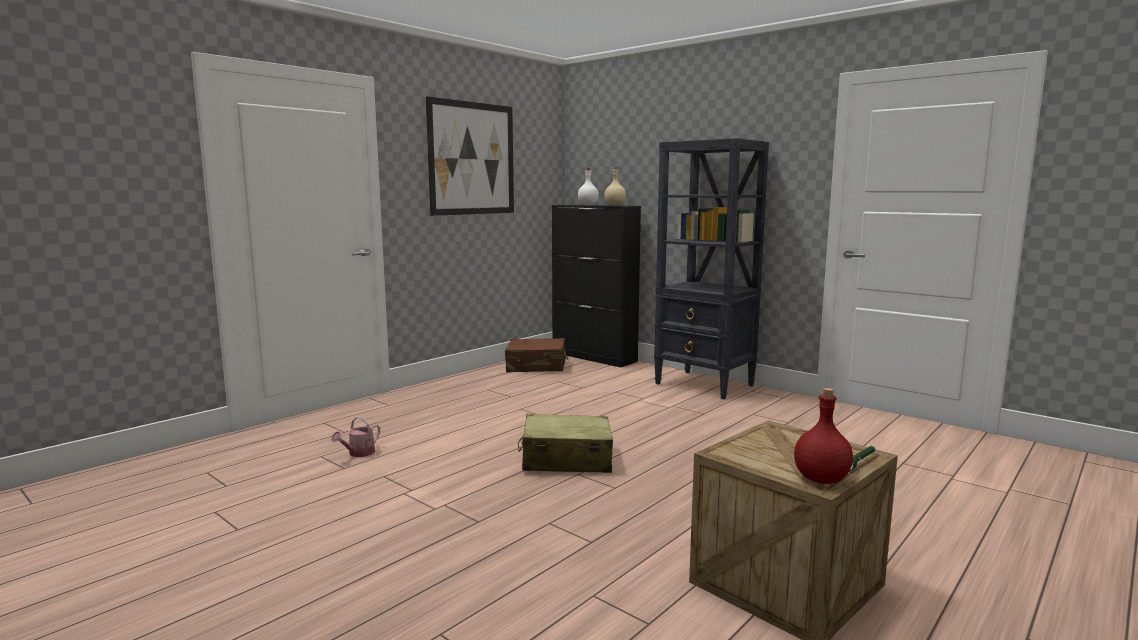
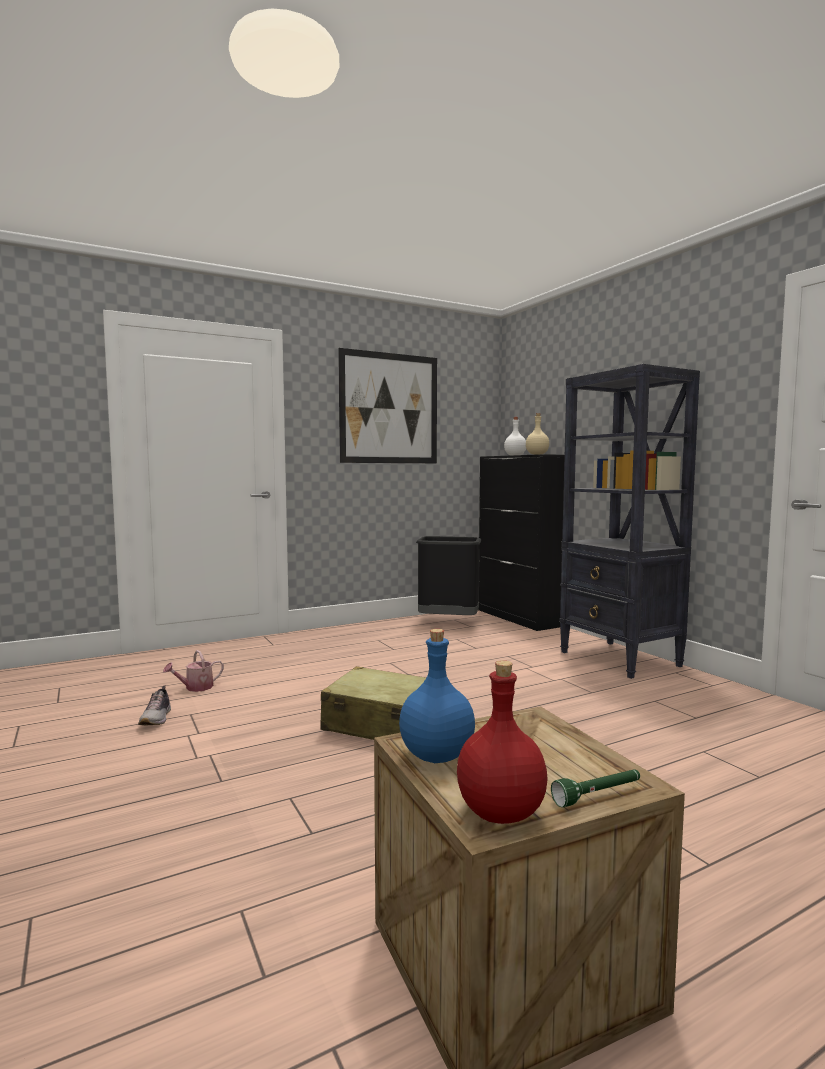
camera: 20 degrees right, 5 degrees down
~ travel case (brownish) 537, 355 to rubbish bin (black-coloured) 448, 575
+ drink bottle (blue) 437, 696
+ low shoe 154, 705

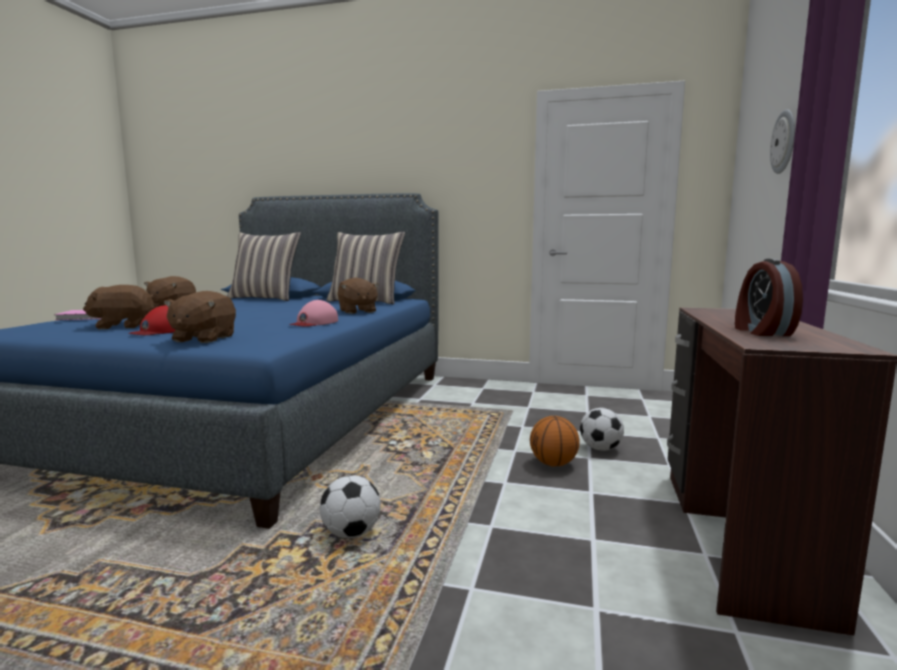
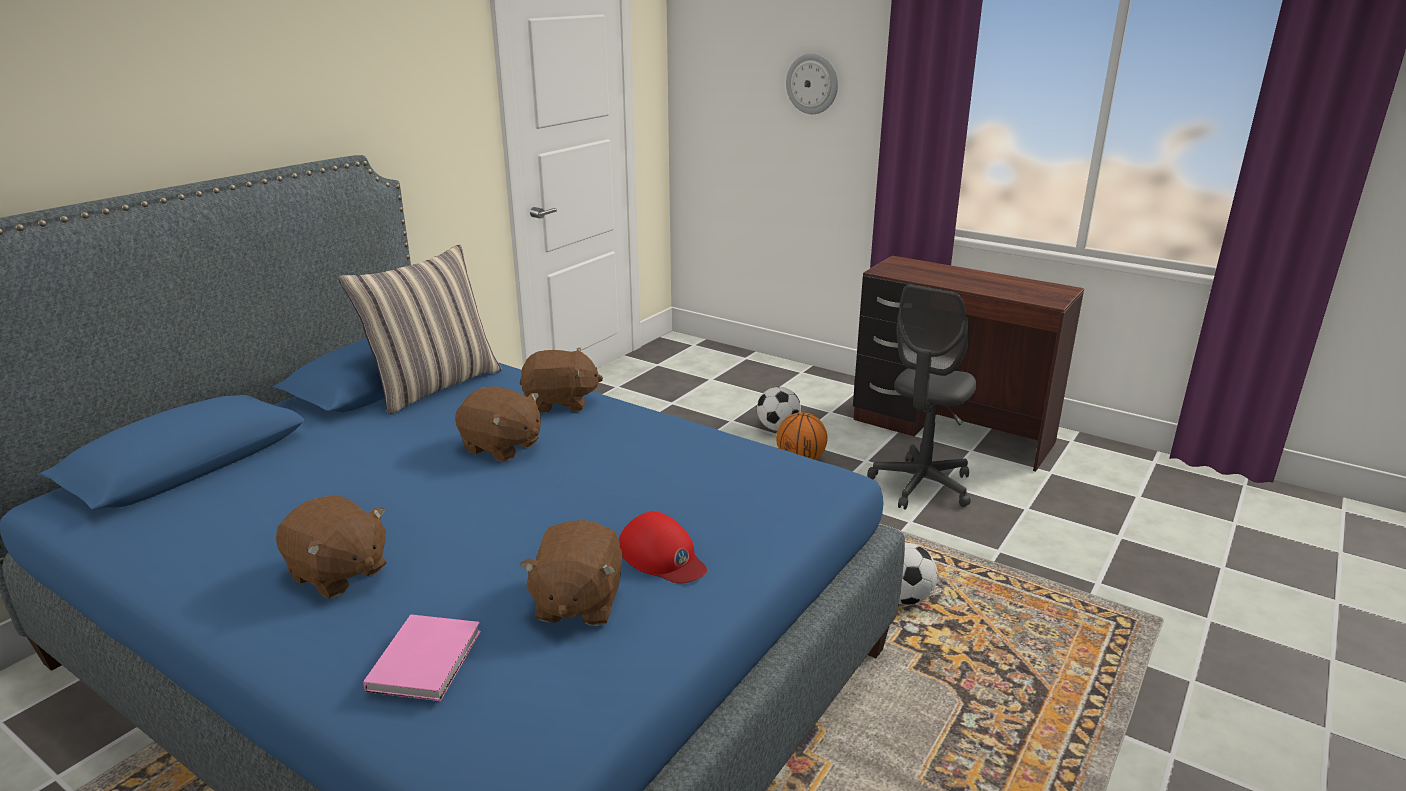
camera: 70 degrees left, 15 degrees up
- pillow 264, 266
- bedside clock 769, 297
~ plush toy (brownish) 200, 317 to 498, 424
- peaked cap (pink) 314, 313
+ desk chair (grey) 921, 397

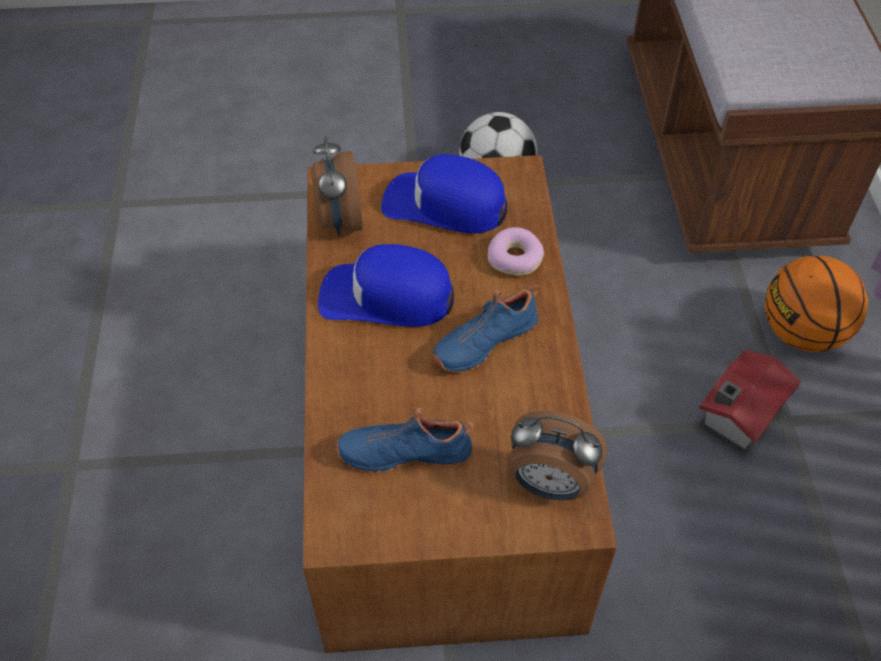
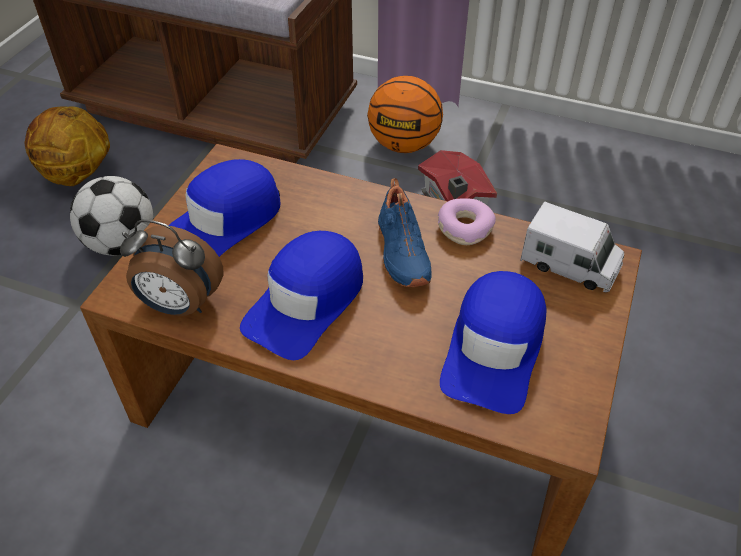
camera: 65 degrees left, 5 degrees down
~ doughnut 516, 251 to 467, 221
~ low shoe (blue) 405, 440 to peaked cap (blue) 493, 342
~ bedside clock 558, 455 to toy truck 572, 247
+ basketball ball 67, 146

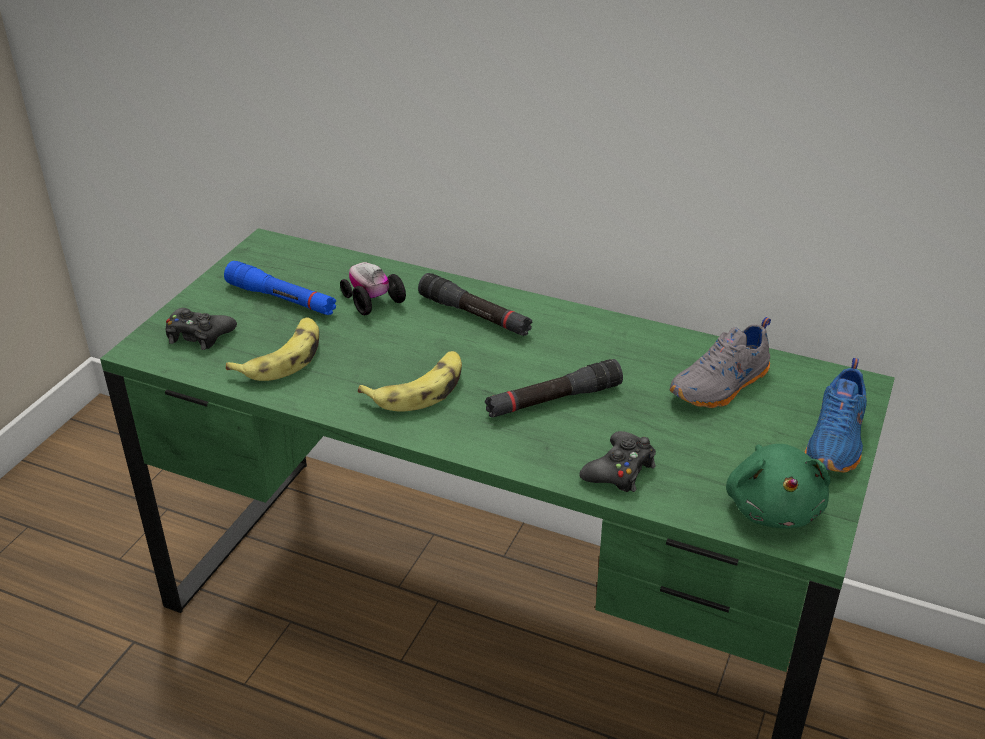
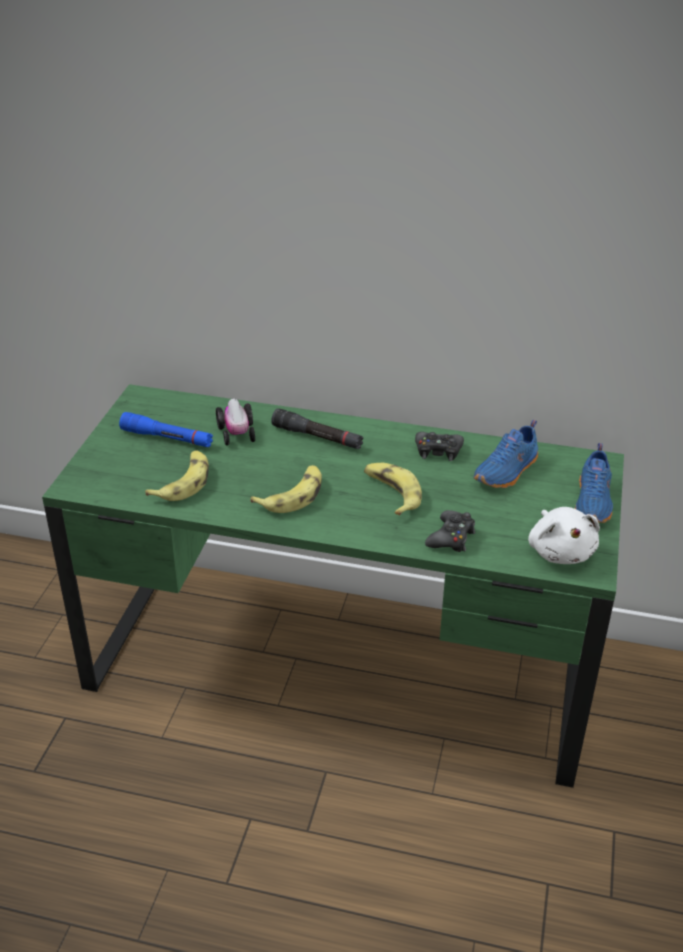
camera: 10 degrees left, 0 degrees up
~ model car 373, 289 = 235, 422 150 degrees counterclockwise
~ gamepad (black-coloured) 201, 329 to 439, 446
~ low shoe (grey) 720, 362 to low shoe (blue) 506, 454
~ torch (black-coloured) 554, 388 to banana 393, 489
~ plush toy (green) 778, 486 to plush toy (white) 564, 535

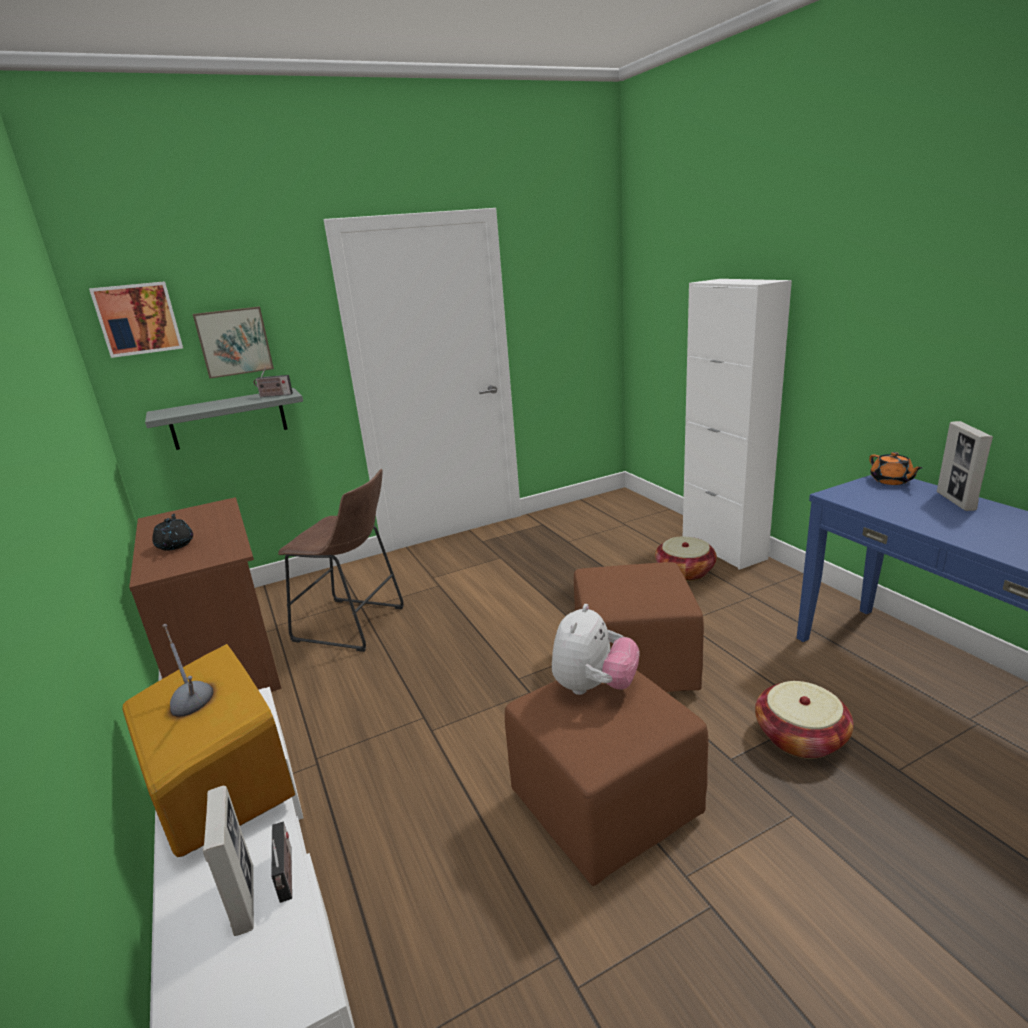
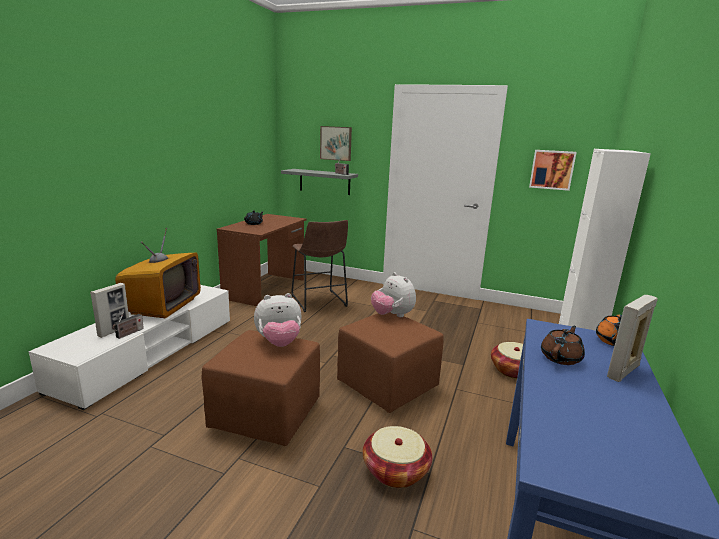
camera: 45 degrees right, 5 degrees down
~ wall picture 136, 319 to 553, 170
+ plush toy 393, 294
+ teapot (brownish) 563, 345

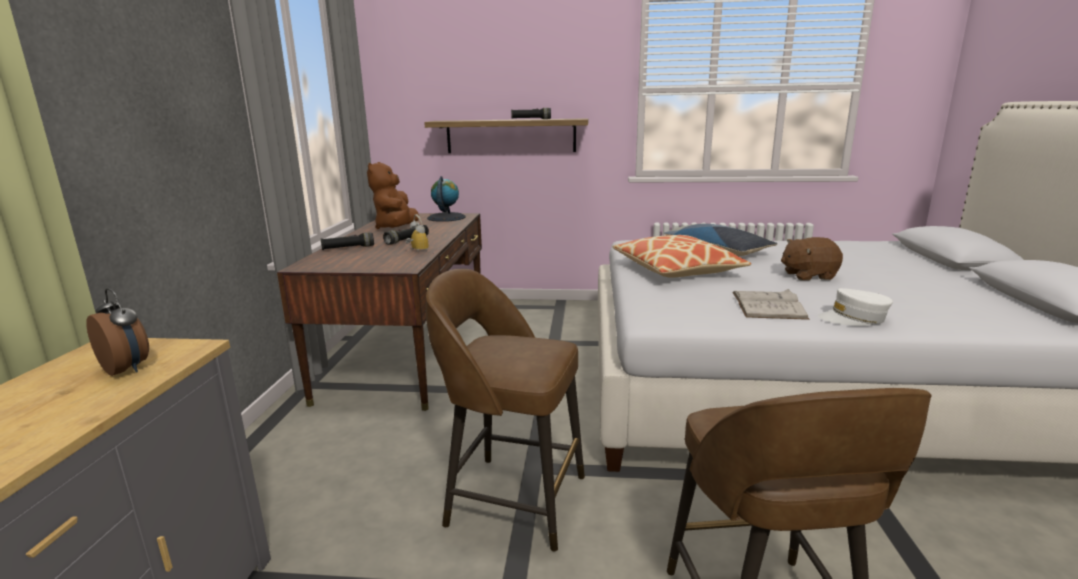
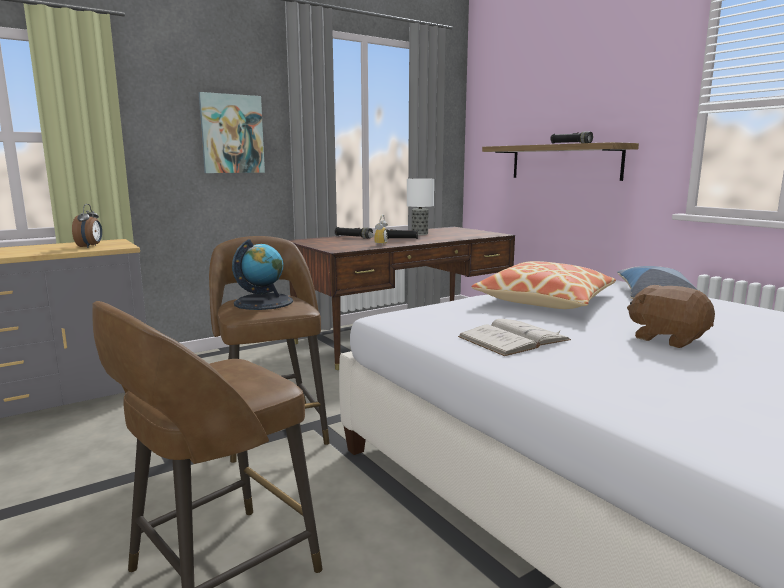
camera: 50 degrees right, 5 degrees down
~ plush toy (brownish) 393, 195 to table lamp 420, 206
~ world globe 446, 199 to 262, 274
- peaked cap (white) 855, 307
+ wall picture 232, 132

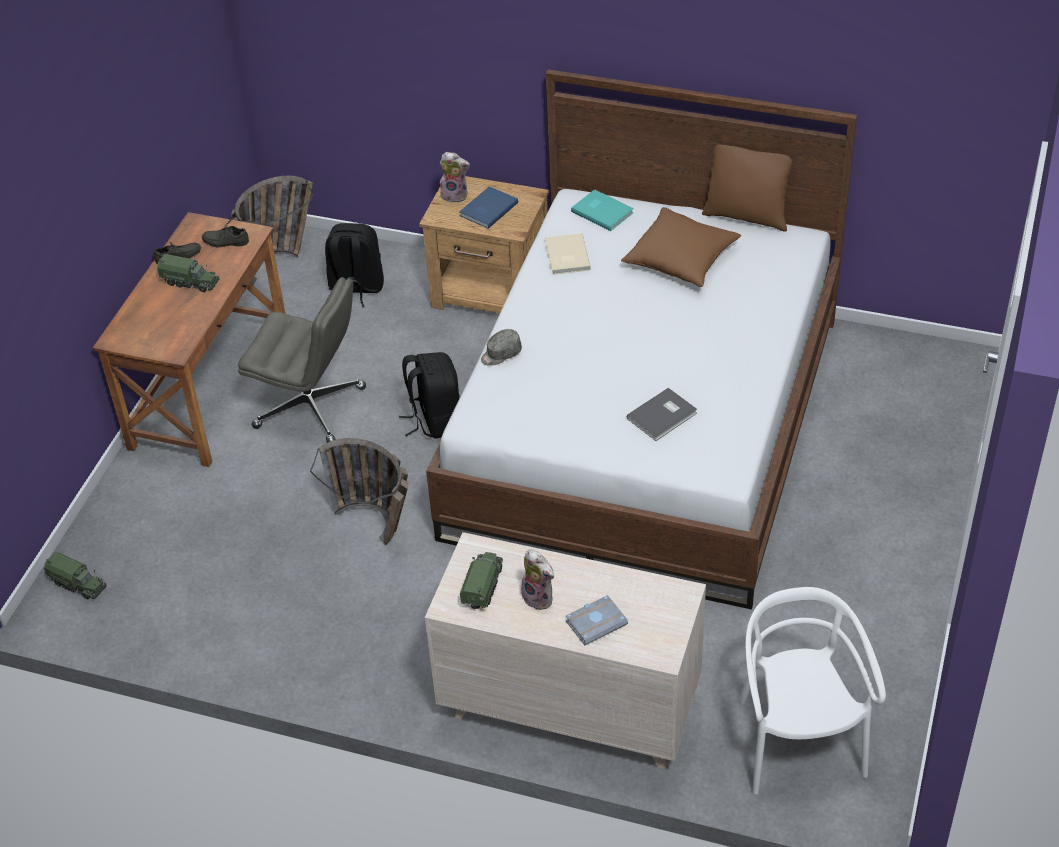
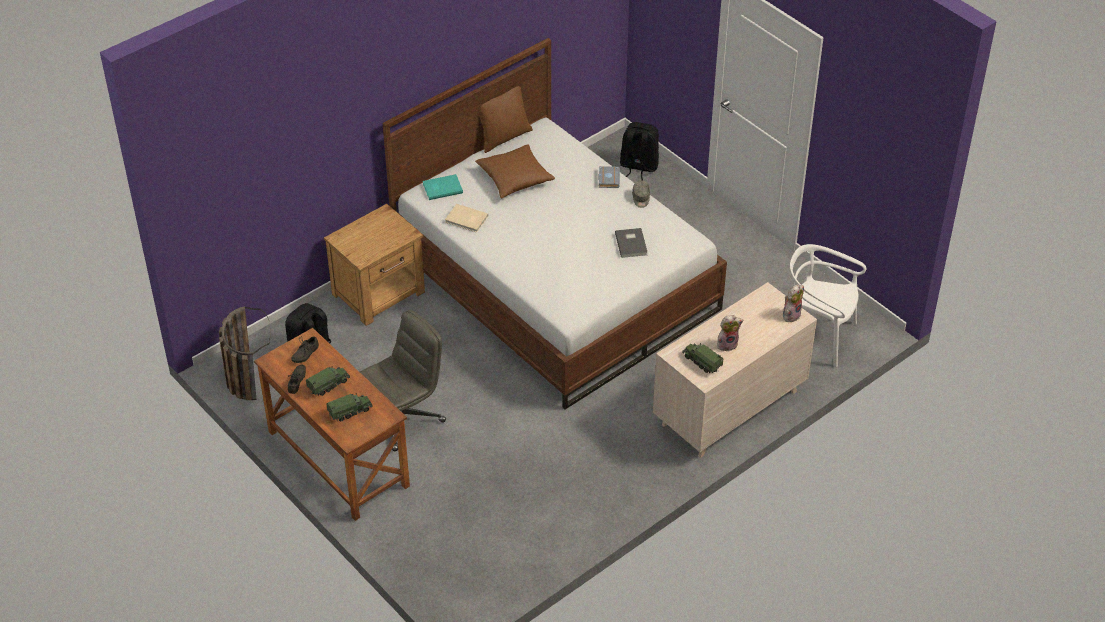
camera: 60 degrees left, 0 degrees up
~ plush toy 455, 177 to 793, 303
- bound book (blue) 488, 207
~ peaked cap (grey) 501, 347 to 641, 194
~ knapsack (black-coloured) 429, 395 to 639, 151
- household basket 359, 491
~ toy truck 75, 575 to 349, 407
~ bound book (grey) 597, 620 to 609, 177

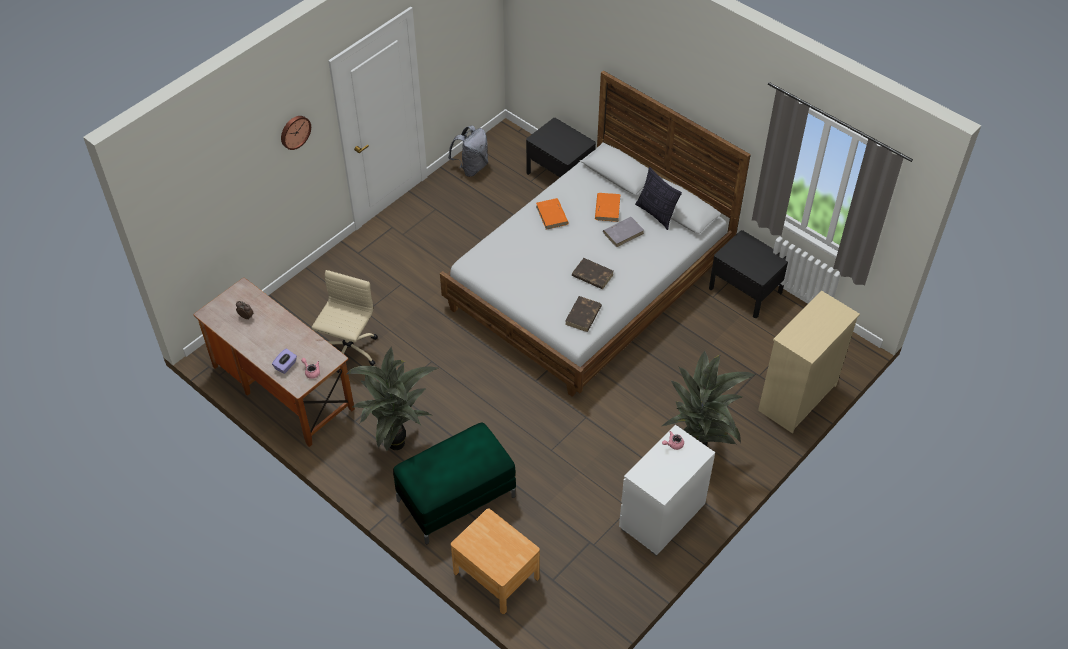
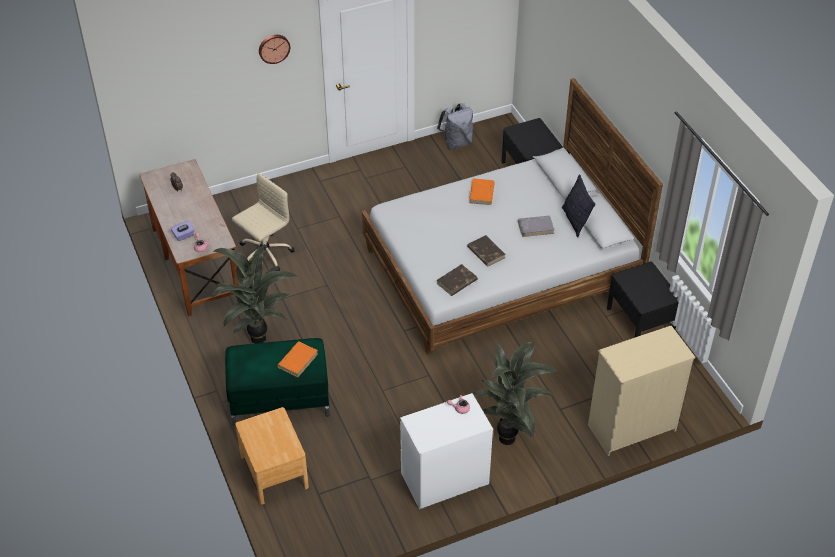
camera: 25 degrees right, 5 degrees down
~ bound book (orangey) 608, 207 to 297, 359

